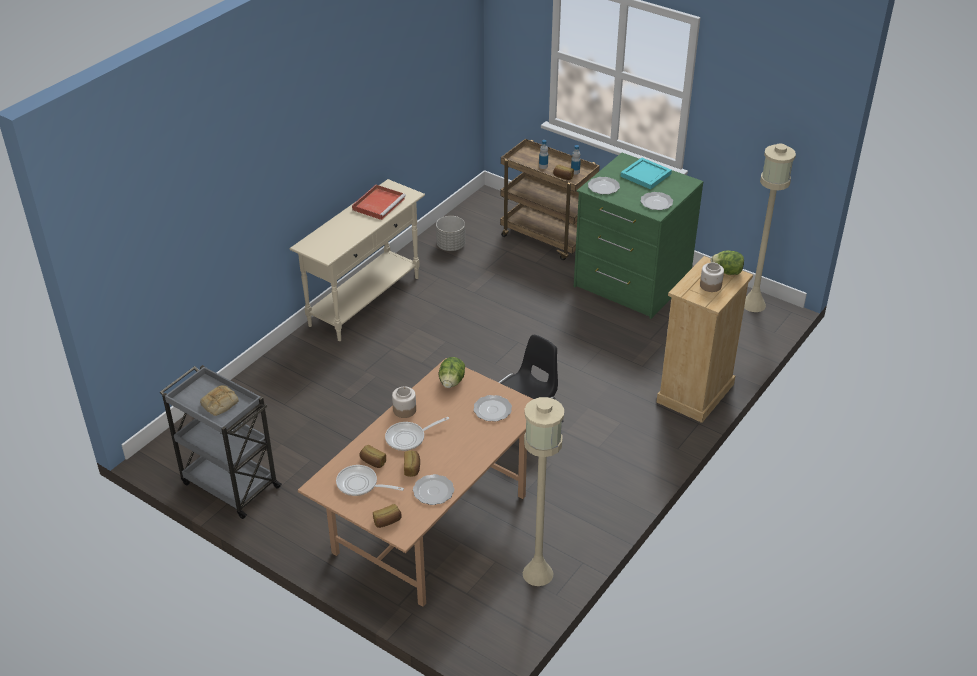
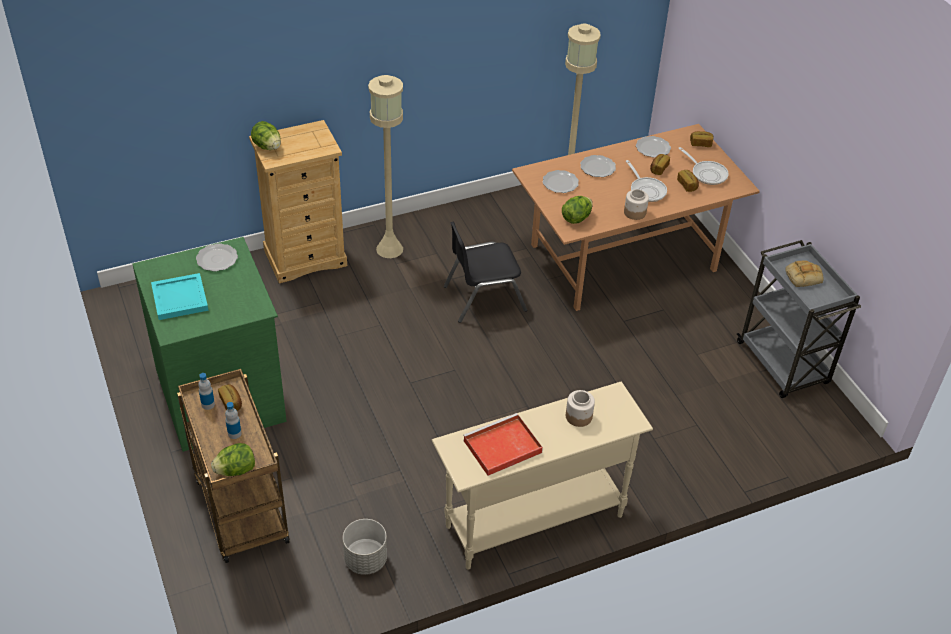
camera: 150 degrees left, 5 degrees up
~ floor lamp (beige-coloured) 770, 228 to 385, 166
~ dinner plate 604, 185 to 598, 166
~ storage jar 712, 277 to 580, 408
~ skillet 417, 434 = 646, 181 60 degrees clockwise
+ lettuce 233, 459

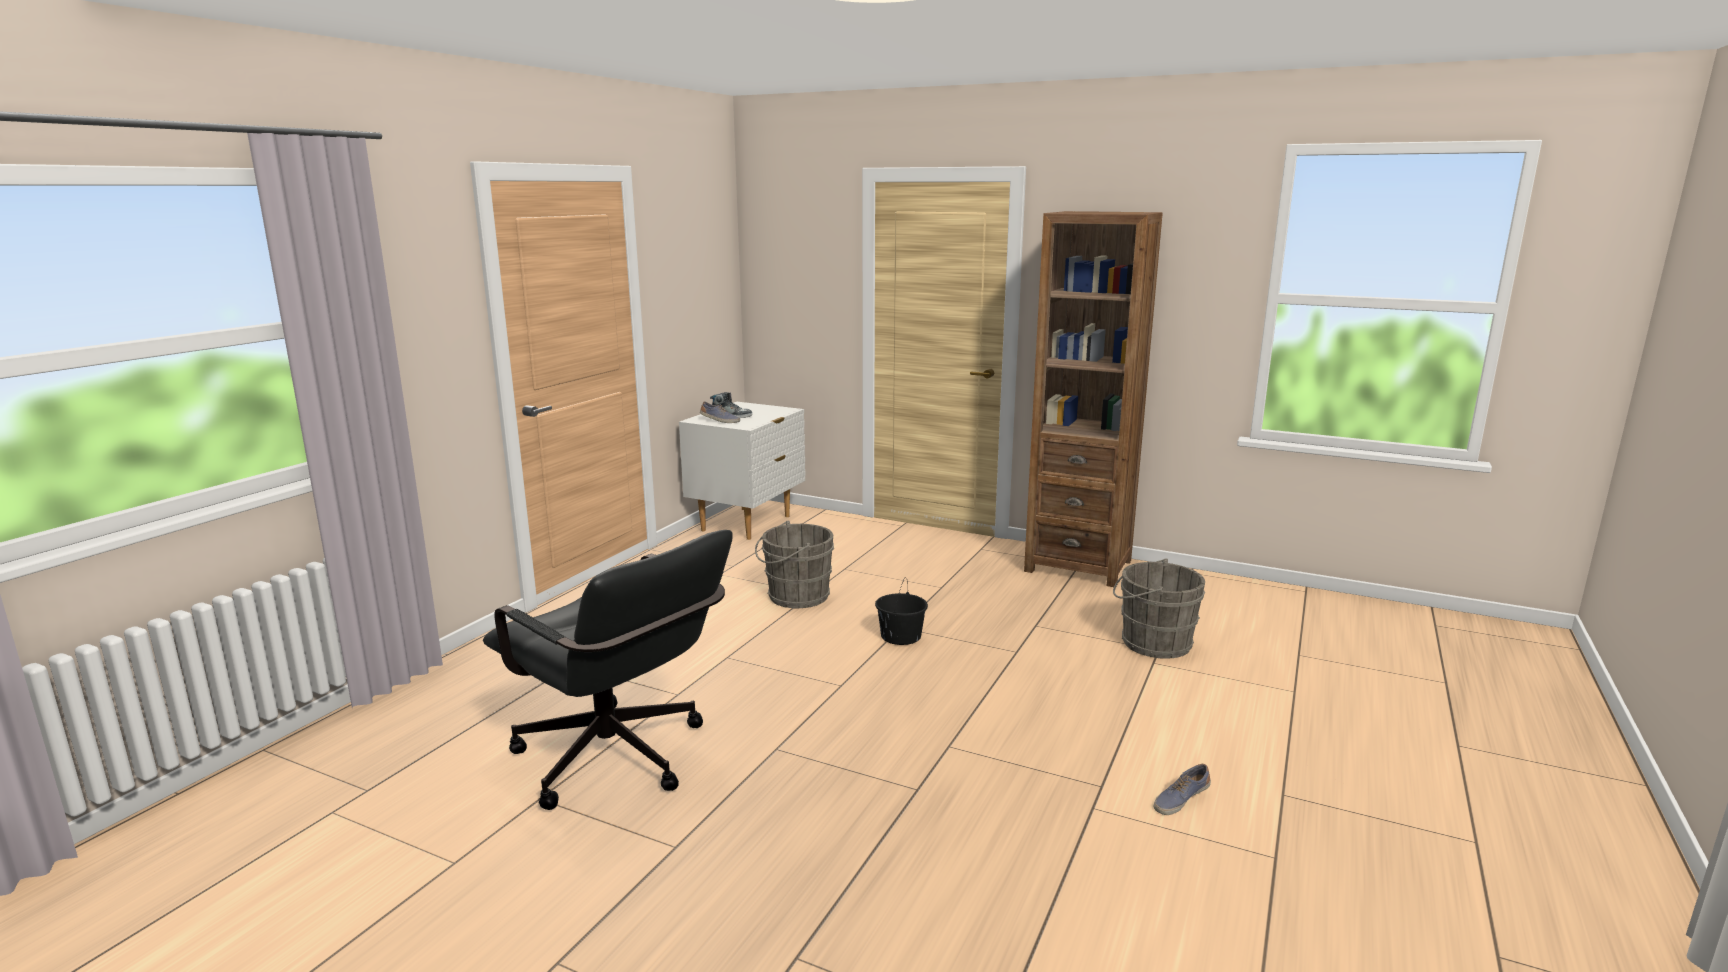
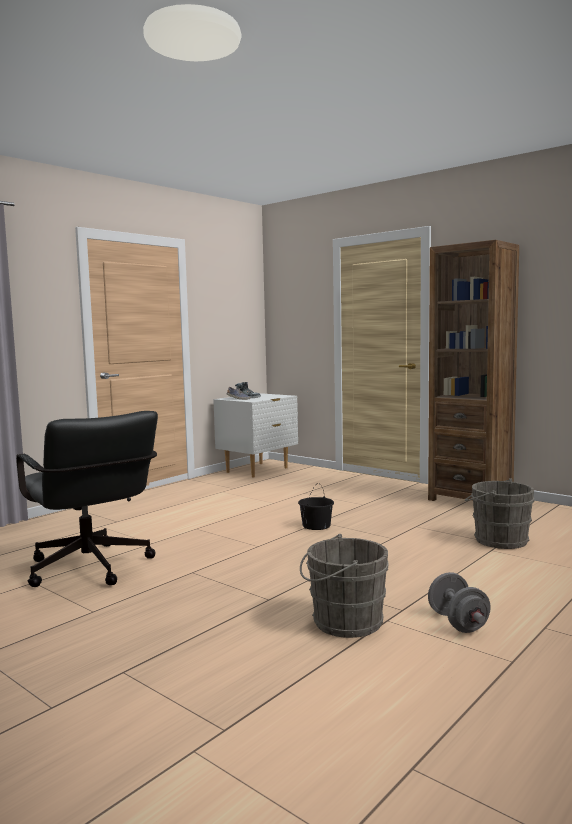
camera: 15 degrees right, 10 degrees down
~ pail (grey) 794, 564 to 344, 586
~ low shoe 1182, 789 to hand weight (grey) 459, 602

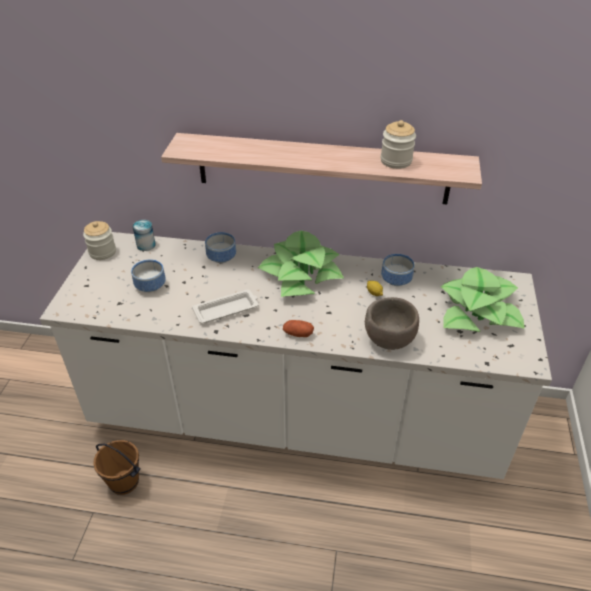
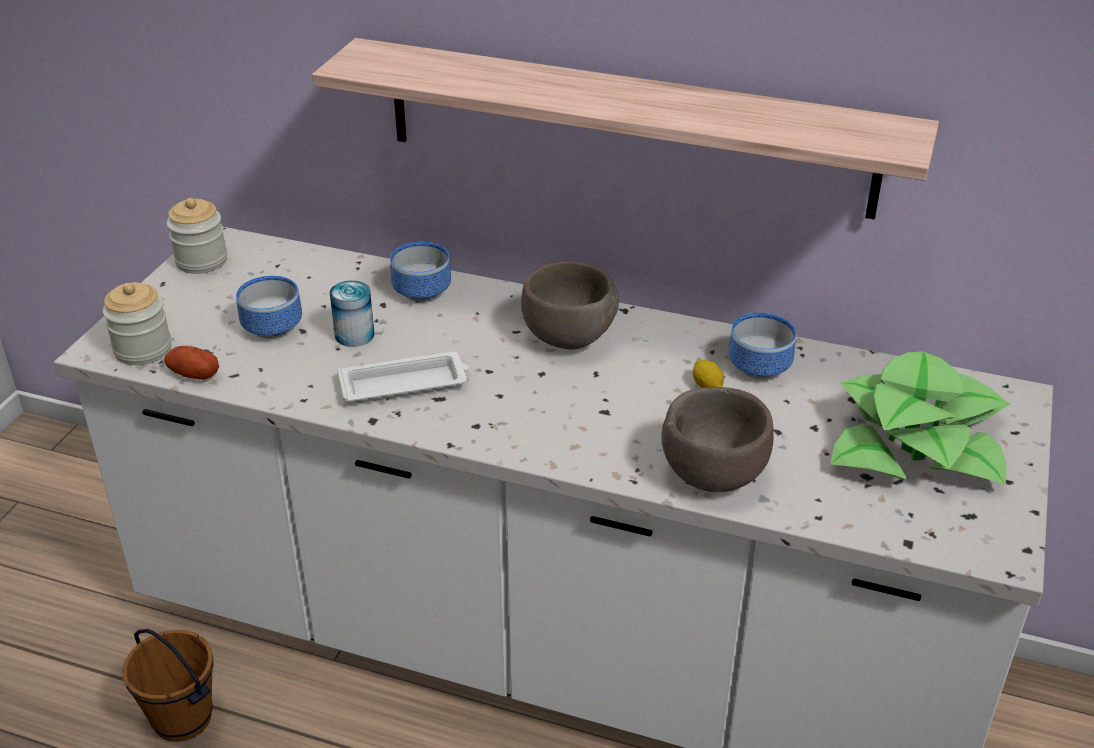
camera: 10 degrees right, 5 degrees down
~ storage jar 398, 144 to 137, 323
~ sealed can 144, 235 to 352, 313
~ plant in a pot 301, 264 to deep dish (brownish) 570, 305
~ potato 298, 328 to 191, 363

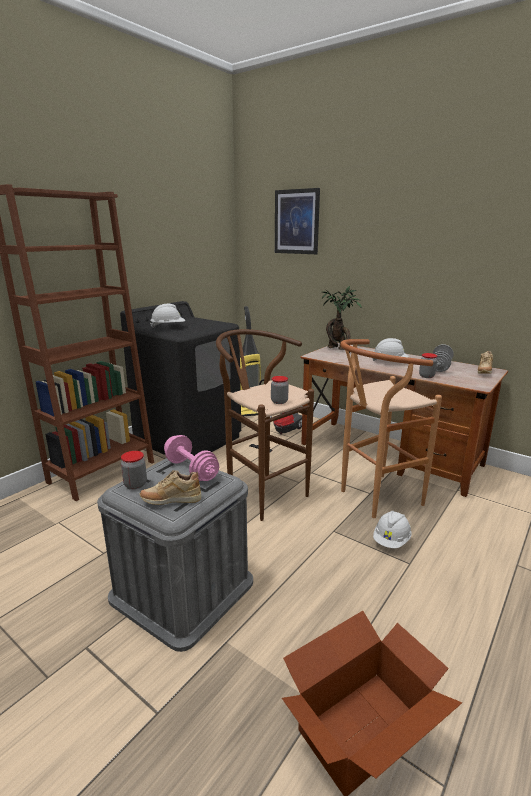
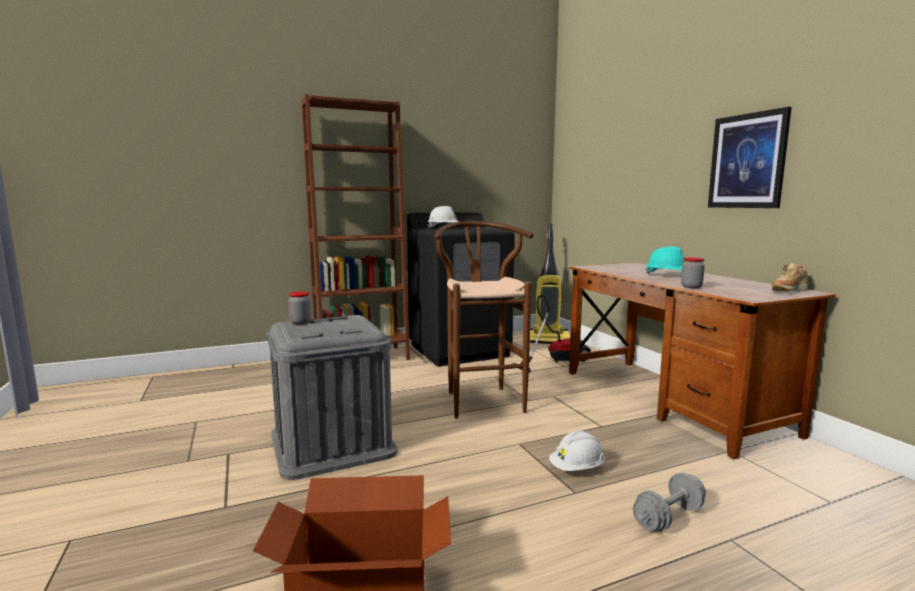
camera: 30 degrees right, 10 degrees down
~ wall picture 297, 221 to 750, 157
- plant in a pot 342, 319
~ safety helmet (white) 390, 349 to safety helmet (turquoise-coloured) 665, 260
- sitting stool (brownish) 391, 428
~ hand weight (grey) 443, 358 to 669, 502
- storage jar 280, 390
- hand weight (pink) 191, 458
- low shoe (beige-coloured) 170, 487

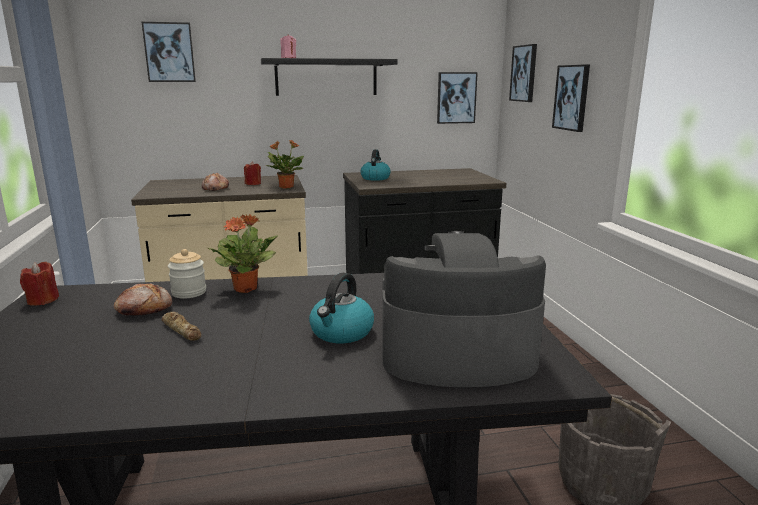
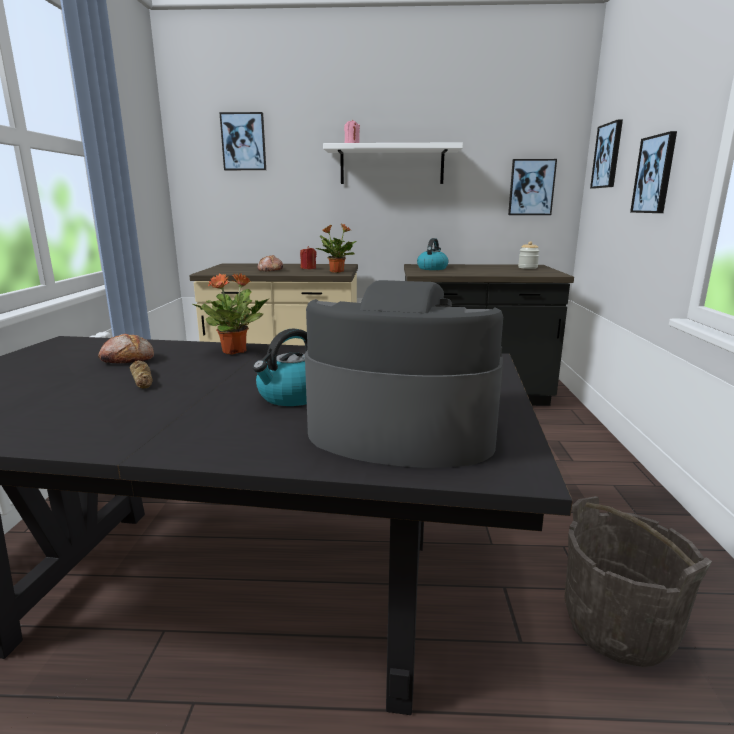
camera: 15 degrees right, 0 degrees up
~ shelf (black-coloured) 329, 77 to shelf (white) 393, 163
~ storage jar 187, 274 to 529, 255
- wax candle (reddish) 39, 284

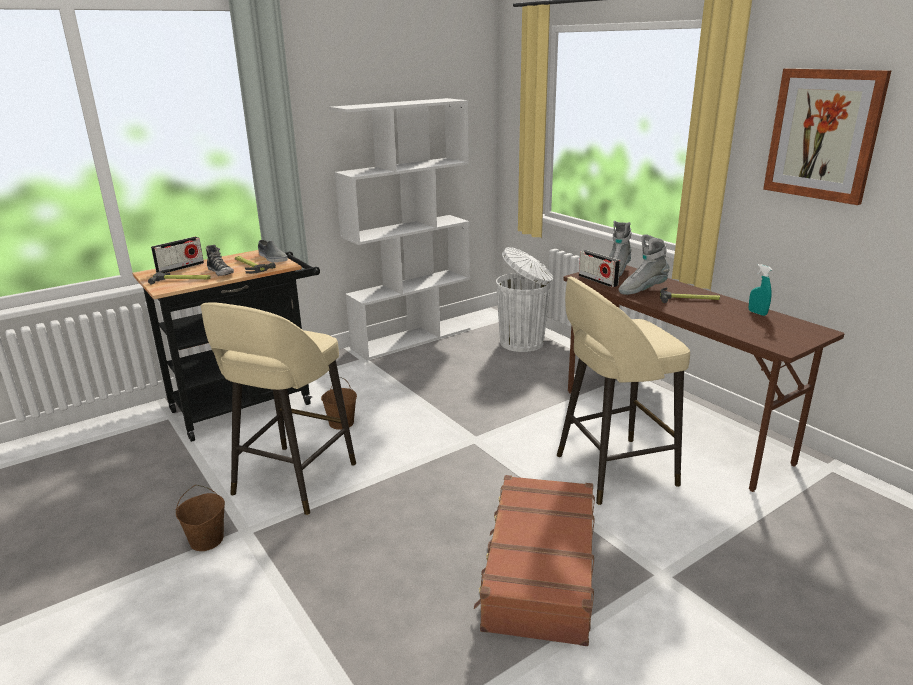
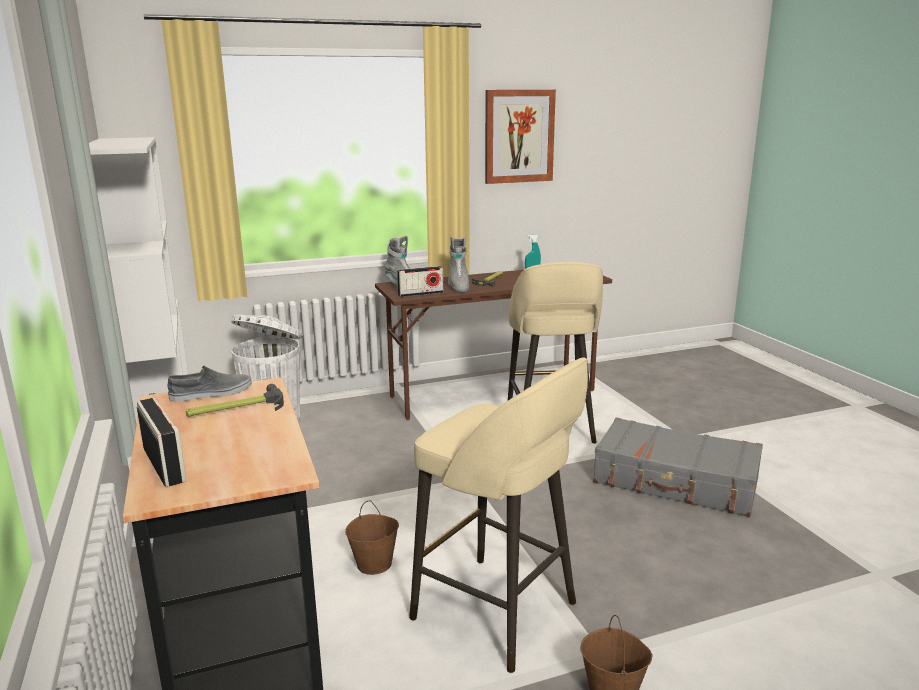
camera: 75 degrees left, 5 degrees down
- low shoe 220, 260
- tool hammer 179, 276
~ travel case (brownish) 534, 560 to travel case (grey) 678, 467

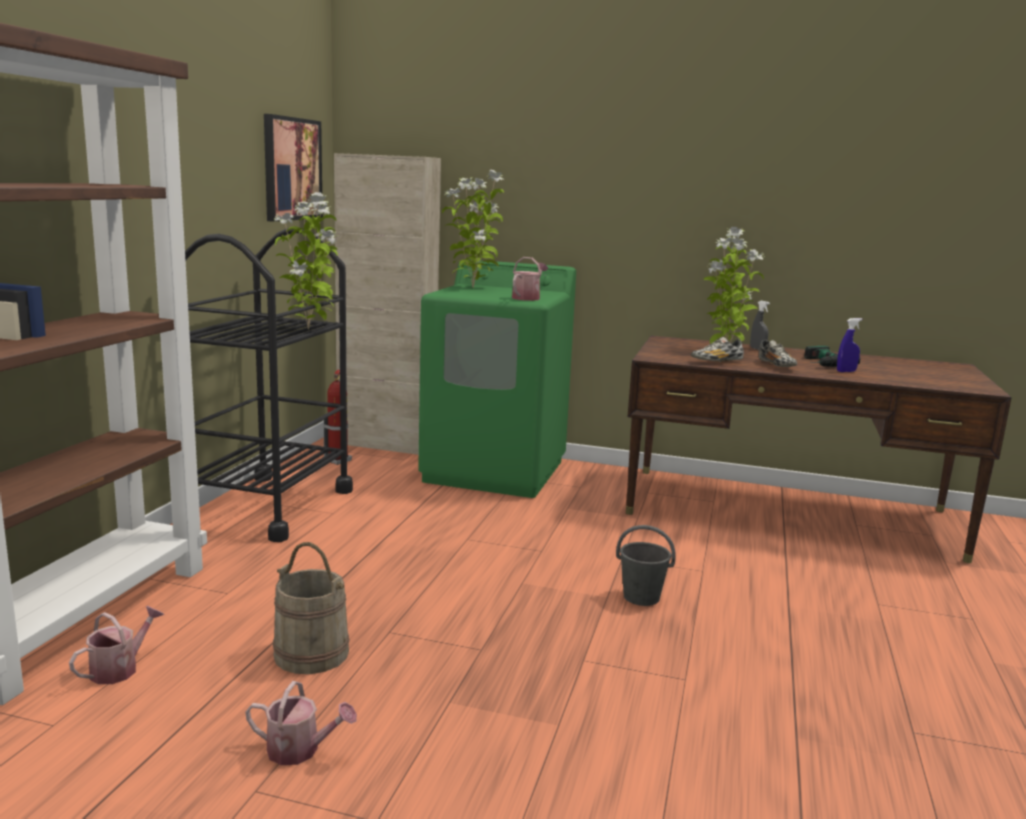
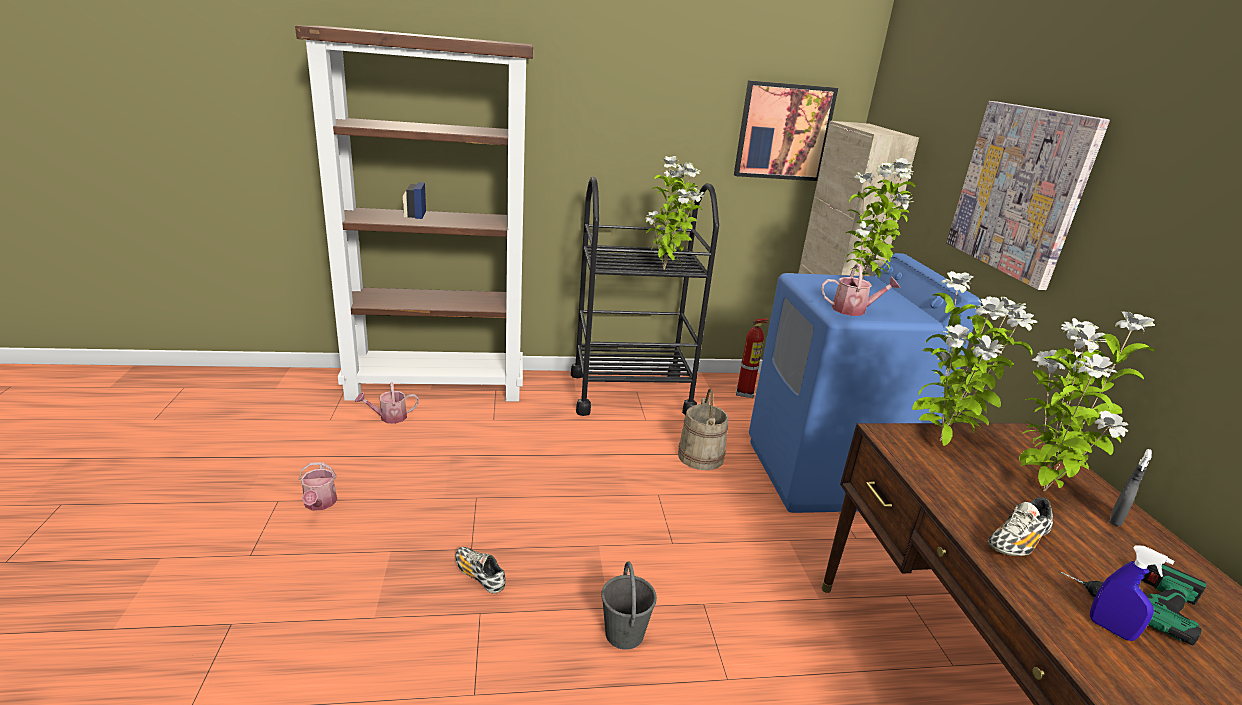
camera: 65 degrees right, 10 degrees up
~ laundry appliance (green) 497, 378 to laundry appliance (blue) 865, 383
~ low shoe 717, 349 to 480, 570
~ pail (beige-coloured) 311, 608 to 703, 429
~ watering can 116, 645 = 387, 403 150 degrees clockwise
+ wall picture 1028, 195
+ plant in a pot 974, 358

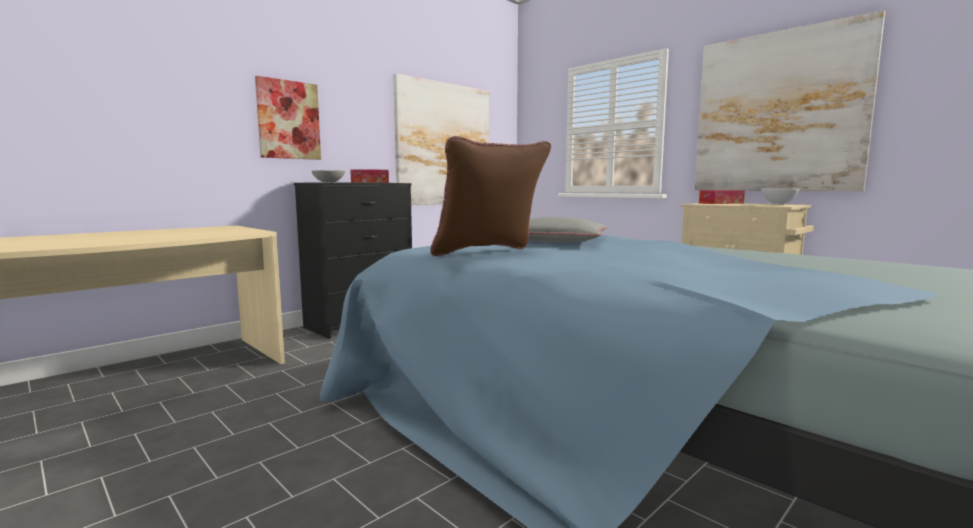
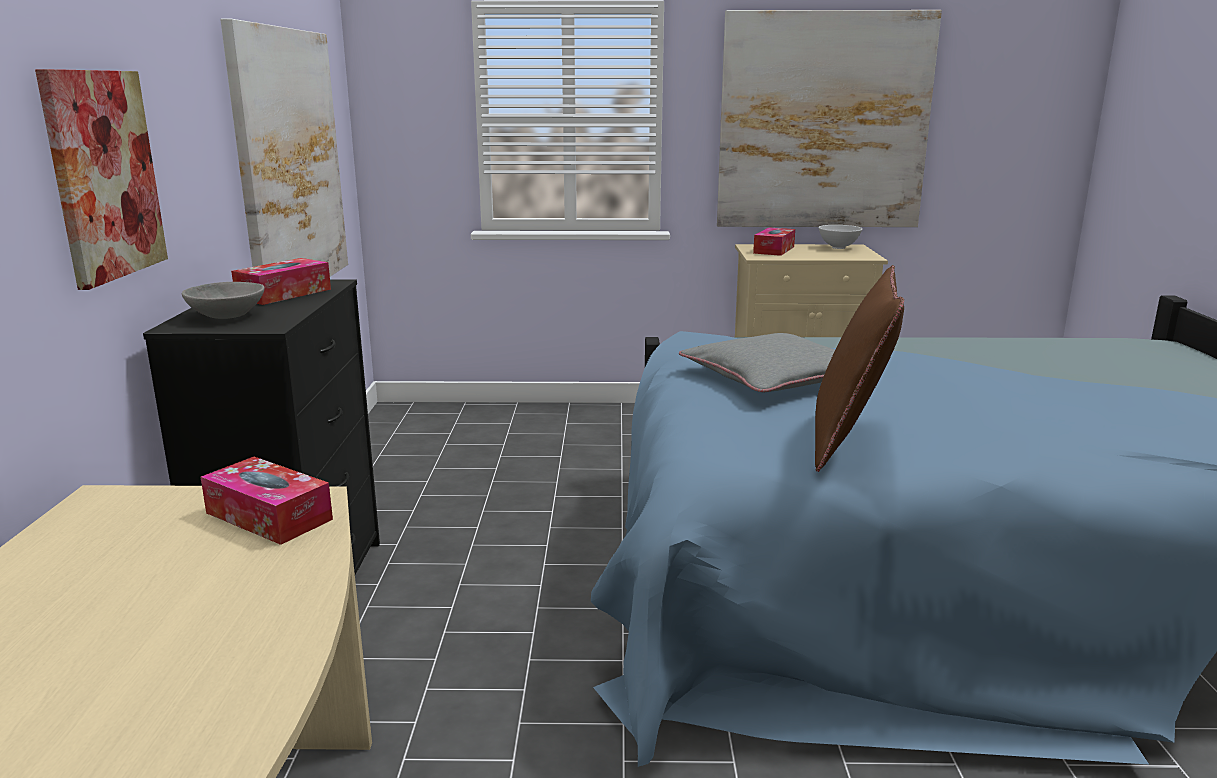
camera: 45 degrees left, 10 degrees up
+ box of tissues 267, 501

